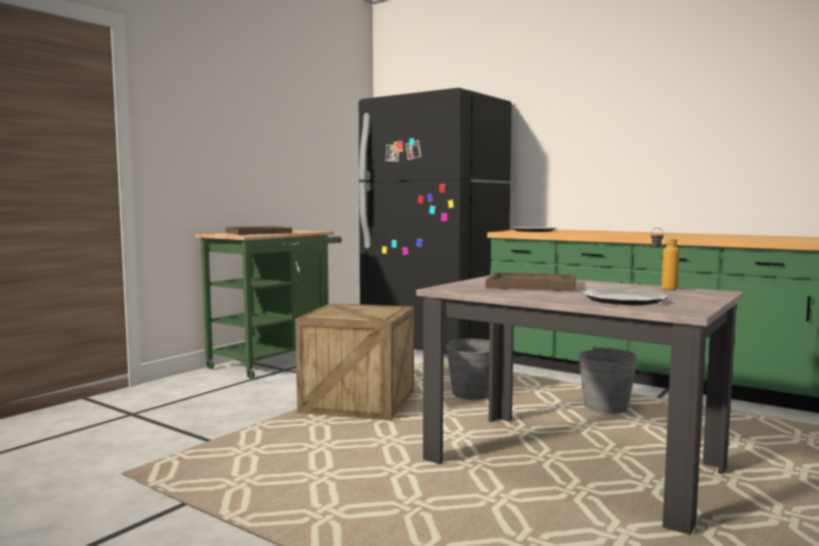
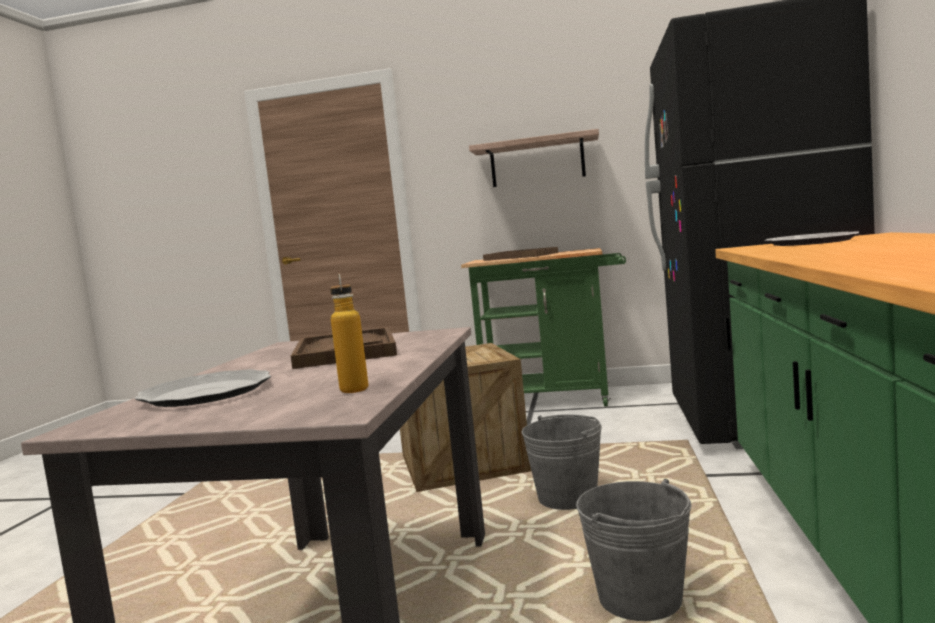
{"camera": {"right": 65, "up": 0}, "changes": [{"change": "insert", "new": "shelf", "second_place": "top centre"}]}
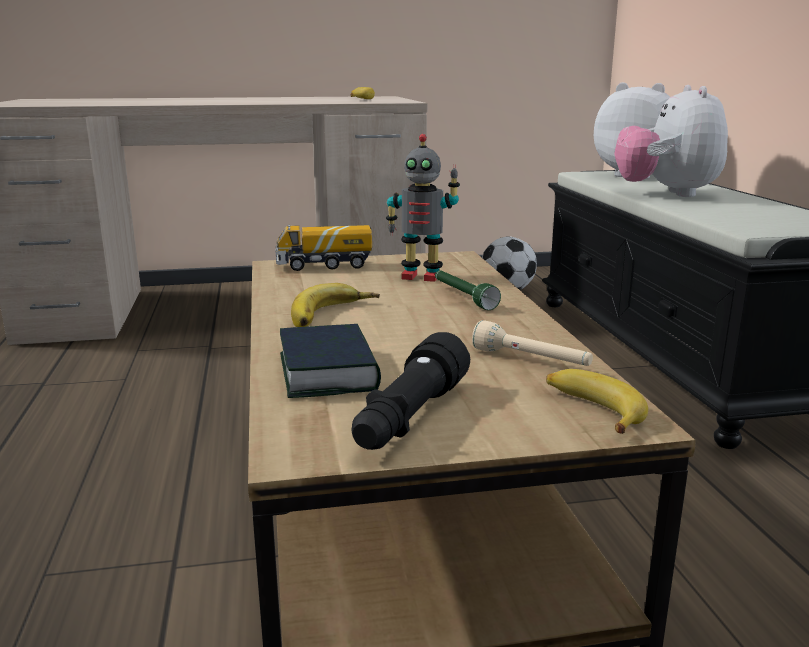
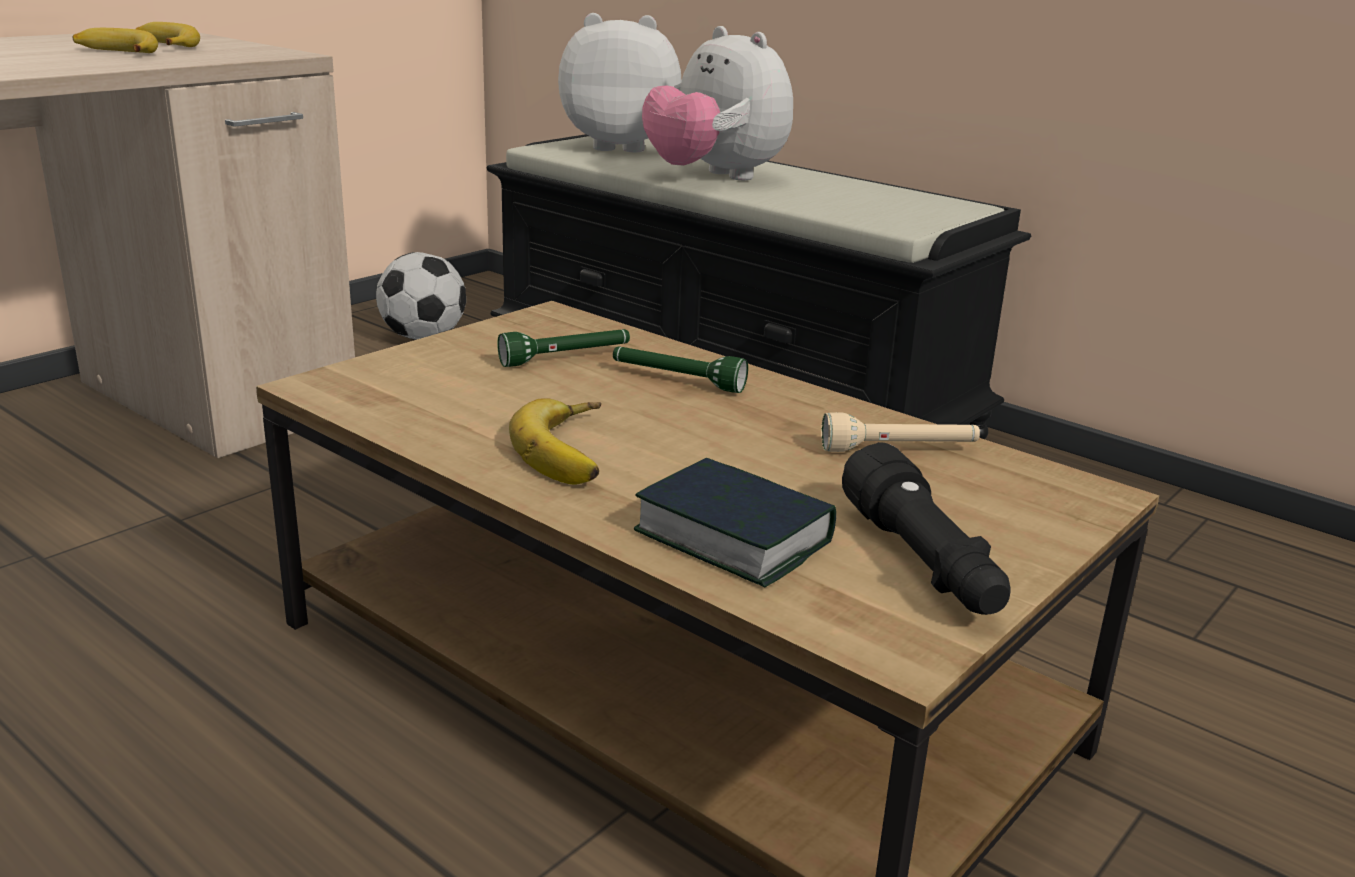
{"camera": {"right": -40, "up": 5}, "changes": [{"change": "move", "old": "banana fruit (3rd from left in the first image)", "new": "banana fruit (1st from left)", "first_place": "middle right", "second_place": "top left"}, {"change": "replace", "old": "robot figure", "new": "green-coloured flashlight (1st from left)", "first_place": "top centre", "second_place": "centre"}, {"change": "delete", "old": "toy truck", "first_place": "centre"}]}
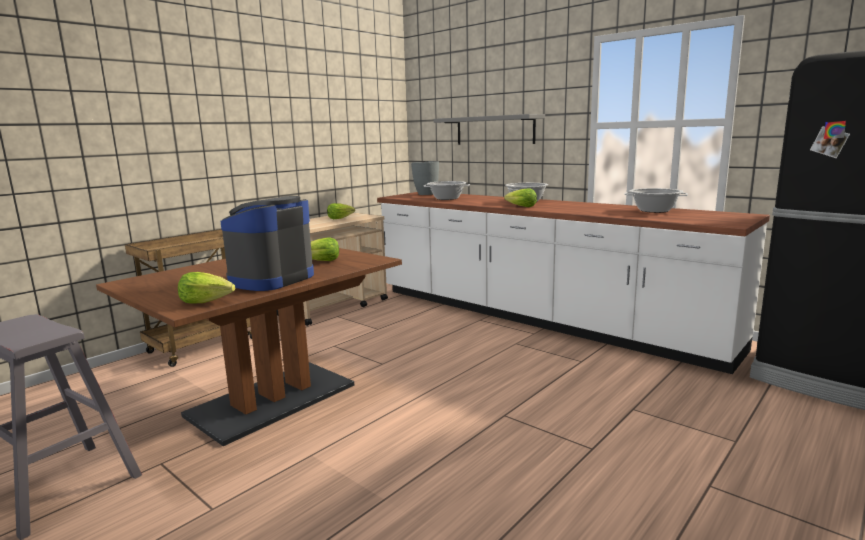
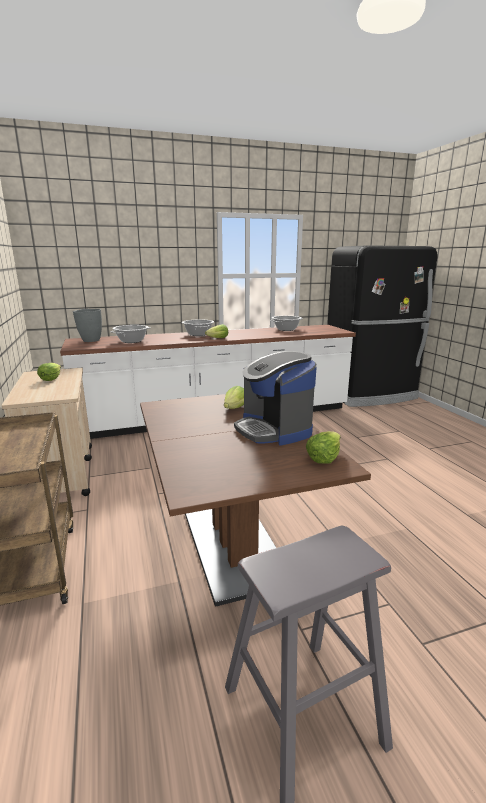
{"camera": {"right": -60, "up": 5}, "changes": [{"change": "delete", "old": "greyish shelf", "first_place": "top centre"}]}
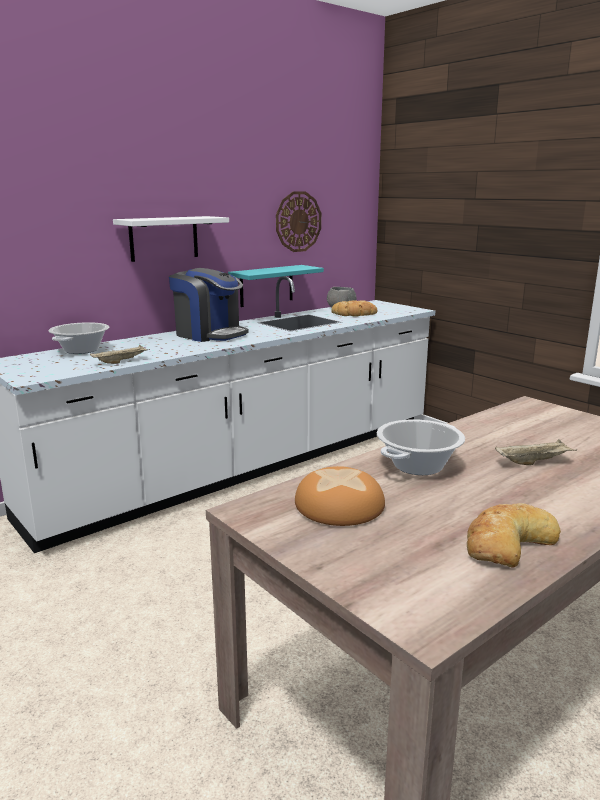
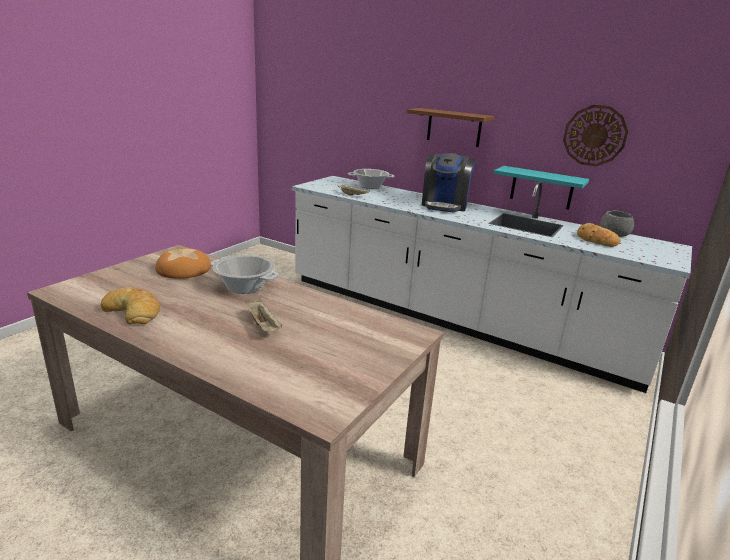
{"camera": {"right": 70, "up": 5}, "changes": [{"change": "recolor", "old": "white-coloured shelf", "new": "brown shelf", "first_place": "top left", "second_place": "top centre"}]}
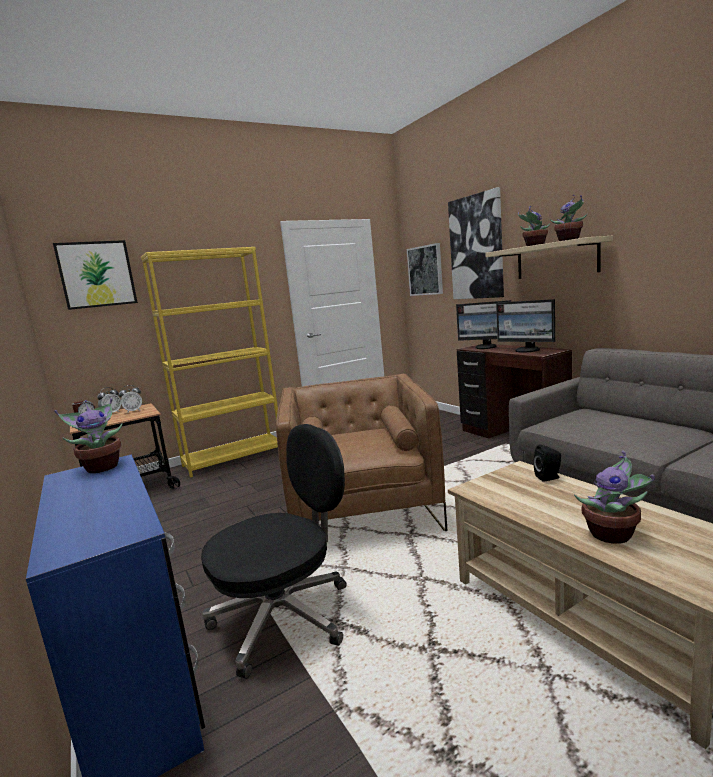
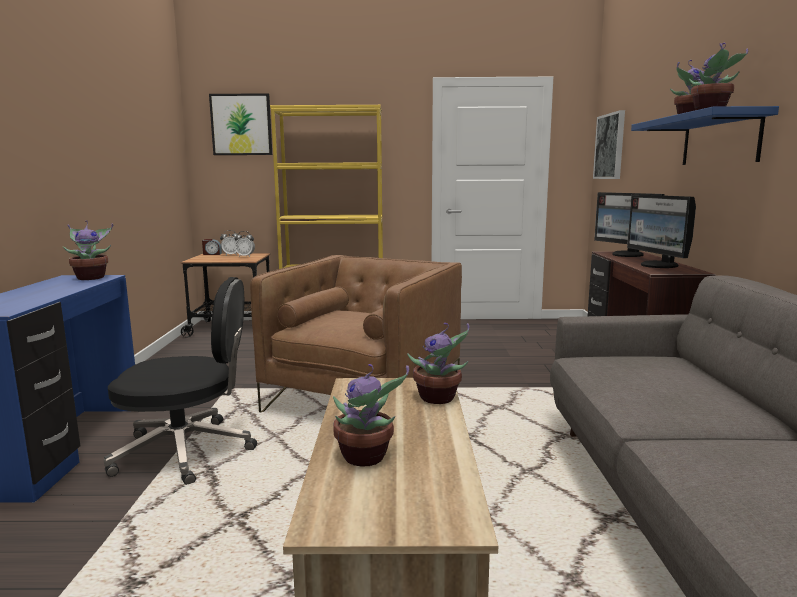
{"camera": {"right": 30, "up": 0}, "changes": [{"change": "replace", "old": "blackish speaker", "new": "houseplant (3rd from left)", "first_place": "middle right", "second_place": "centre"}, {"change": "recolor", "old": "beige shelf", "new": "blue-coloured shelf", "first_place": "top right", "second_place": "top right"}, {"change": "delete", "old": "wall art (3rd from left)", "first_place": "top right"}]}
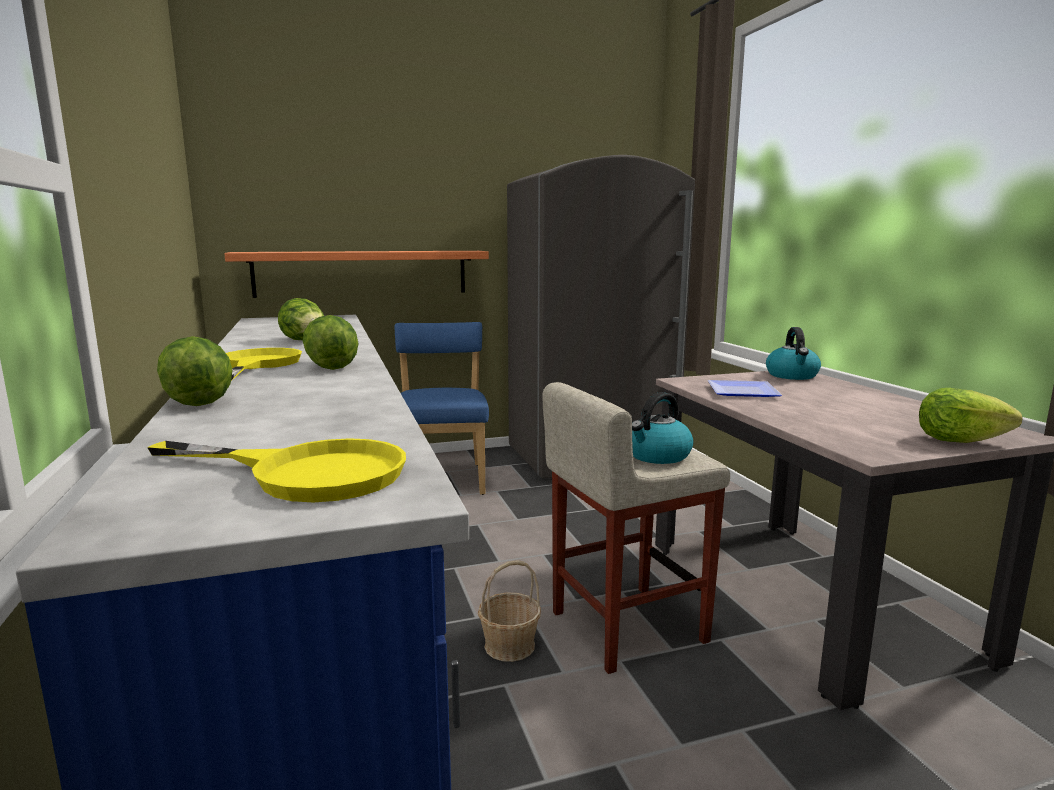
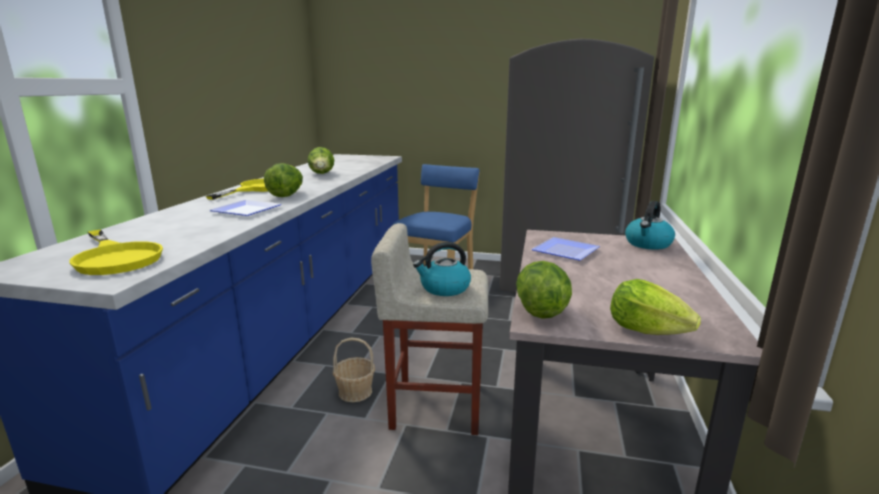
{"camera": {"right": 30, "up": 5}, "changes": [{"change": "insert", "new": "plate (1st from left)", "second_place": "middle left"}, {"change": "move", "old": "head of lettuce (1st from left in the first image)", "new": "head of lettuce (3rd from left)", "first_place": "middle left", "second_place": "centre"}, {"change": "delete", "old": "shelf", "first_place": "centre"}]}
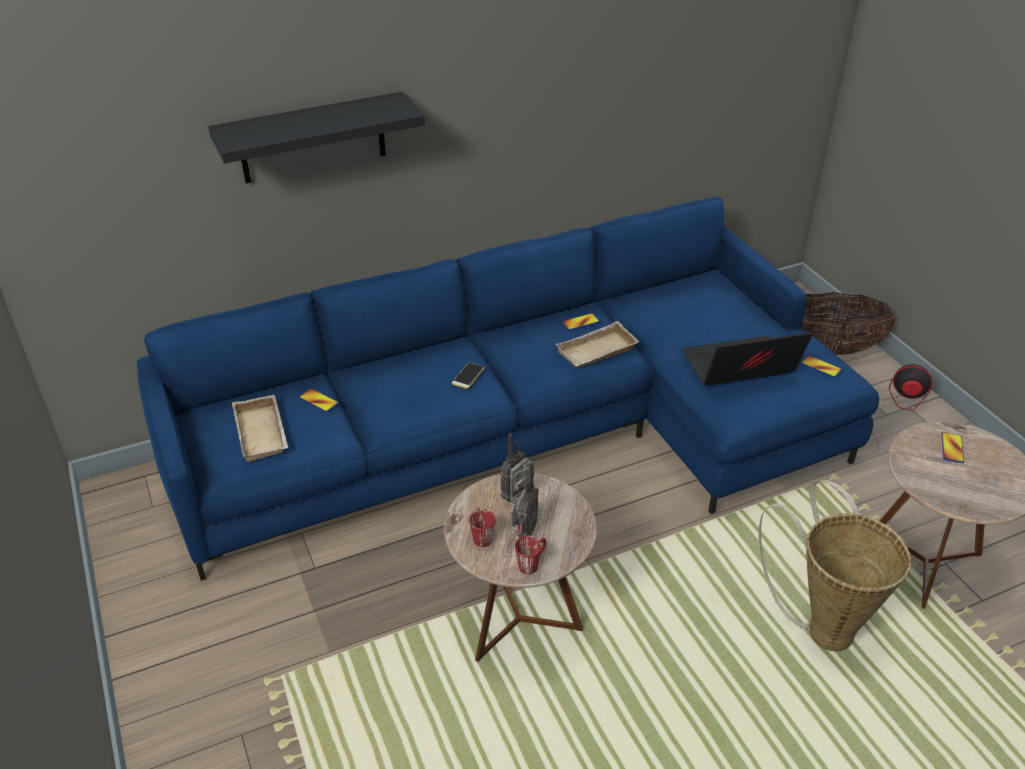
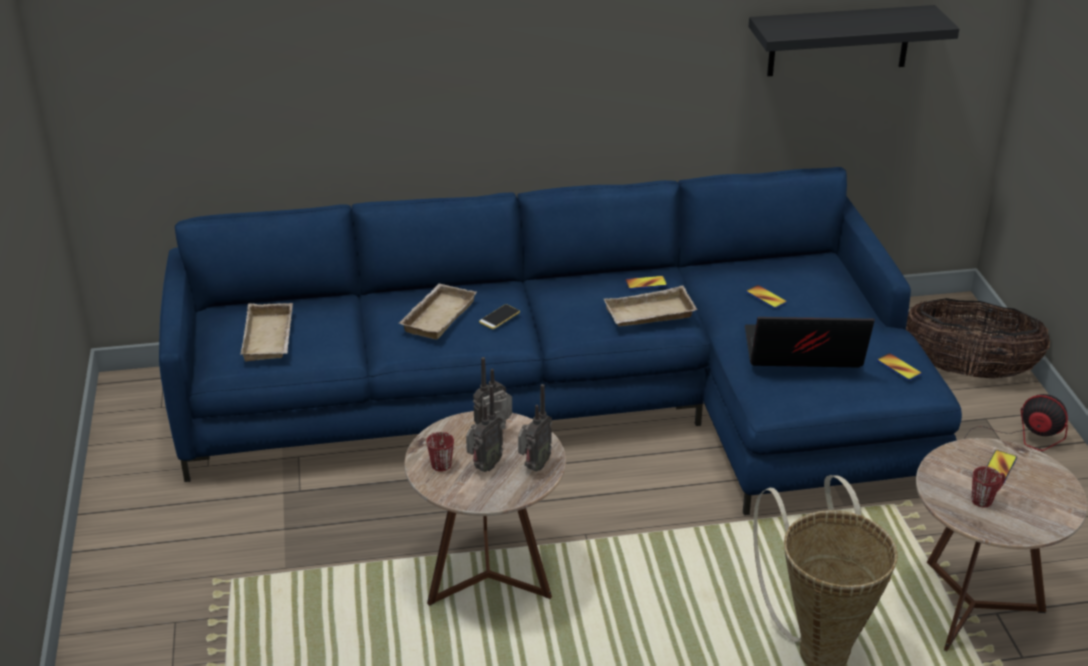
{"camera": {"right": 15, "up": -5}, "changes": [{"change": "insert", "new": "beige serving tray (2nd from left)", "second_place": "centre"}, {"change": "insert", "new": "radio receiver (3rd from left)", "second_place": "centre"}, {"change": "move", "old": "phone (1st from left in the first image)", "new": "phone (3rd from left)", "first_place": "middle left", "second_place": "middle right"}, {"change": "move", "old": "blackish shelf", "first_place": "top left", "second_place": "top right"}, {"change": "move", "old": "red mug (2nd from left)", "first_place": "bottom centre", "second_place": "bottom right"}]}
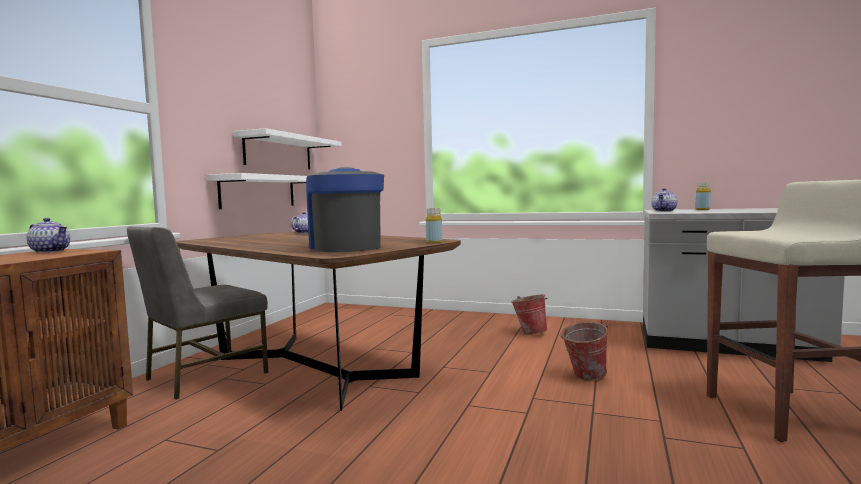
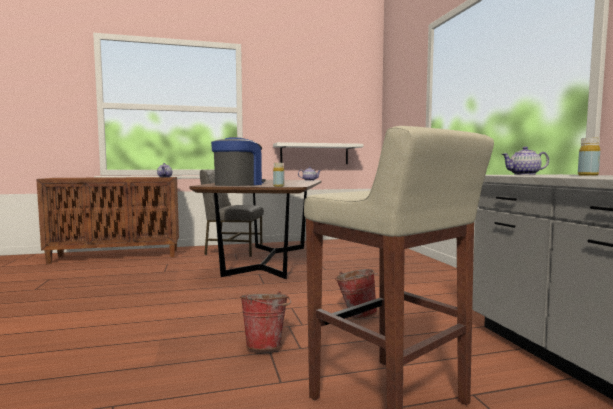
{"camera": {"right": 55, "up": 0}, "changes": [{"change": "move", "old": "pail (1st from left)", "first_place": "centre", "second_place": "bottom centre"}, {"change": "delete", "old": "white-coloured shelf (2nd from left)", "first_place": "top centre"}]}
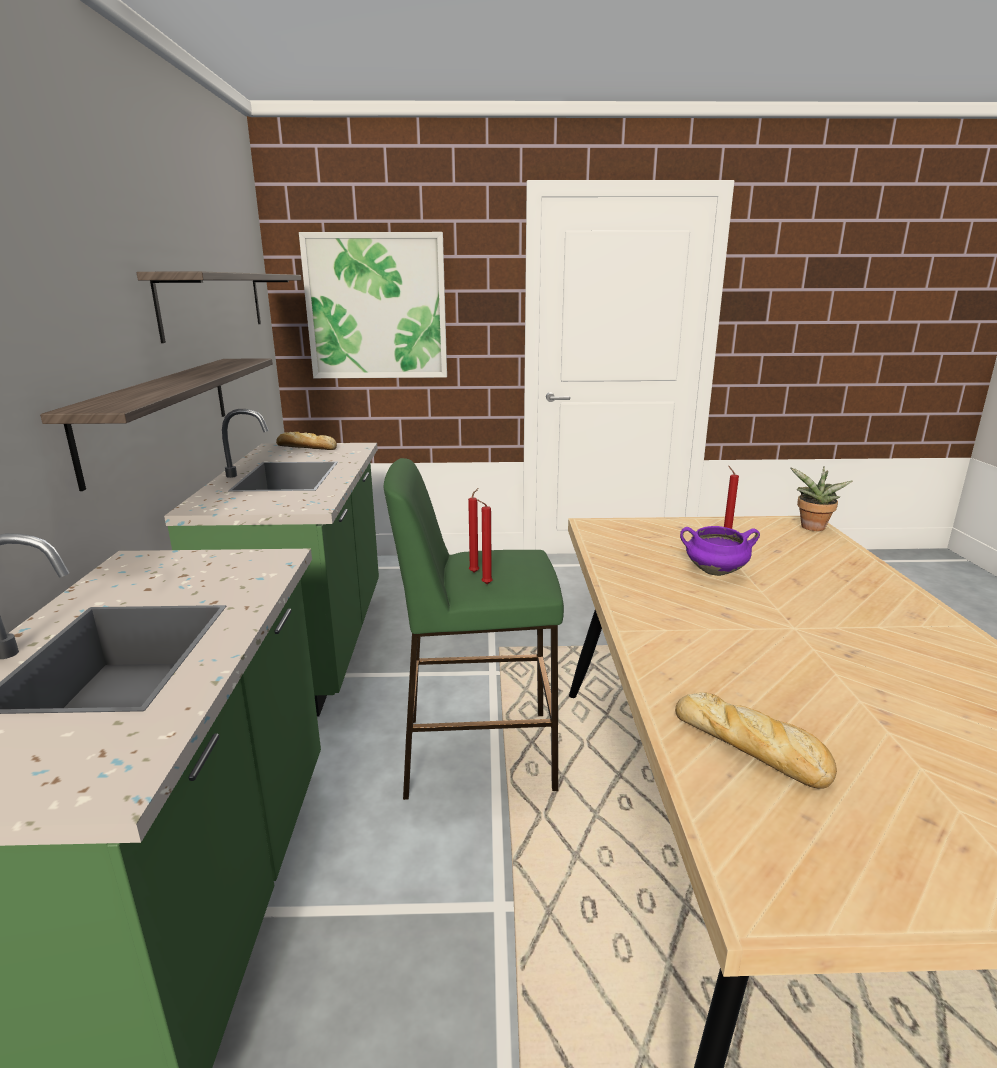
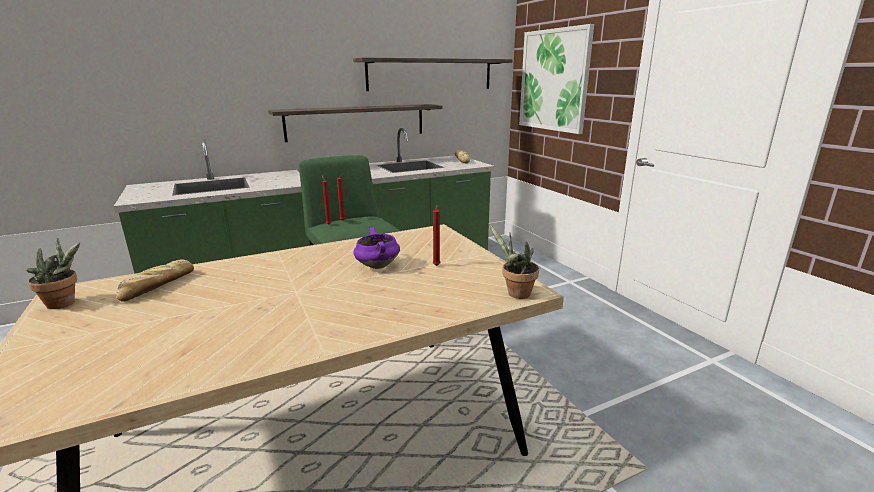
{"camera": {"right": 65, "up": 0}, "changes": [{"change": "insert", "new": "houseplant (1st from left)", "second_place": "middle left"}]}
